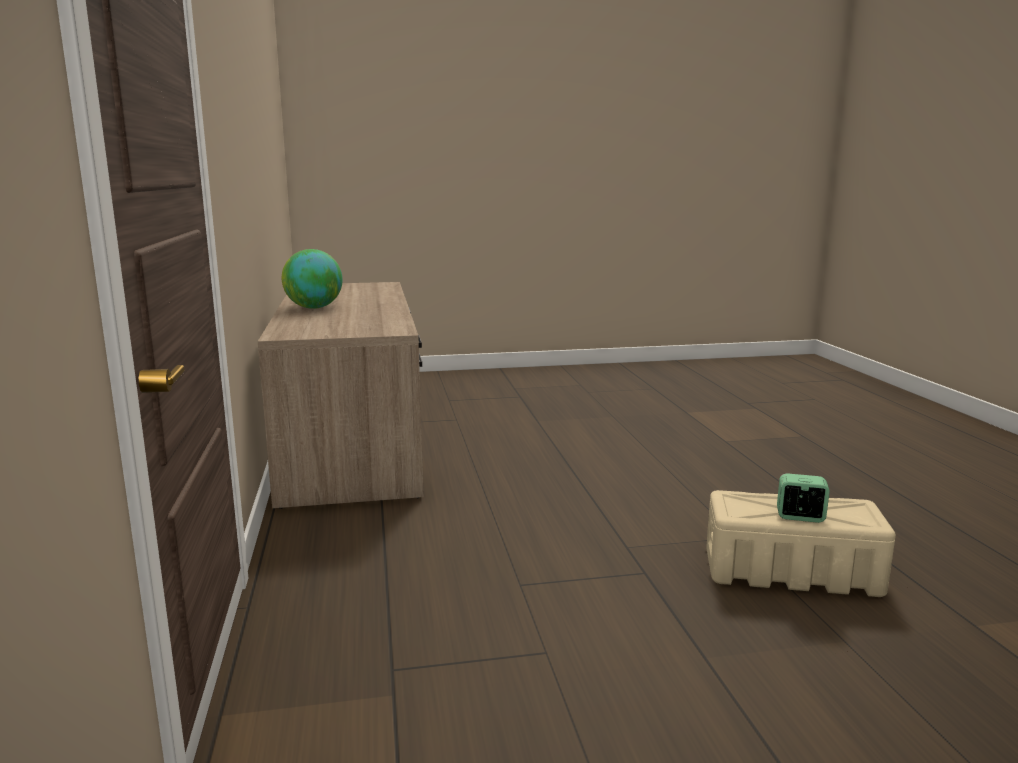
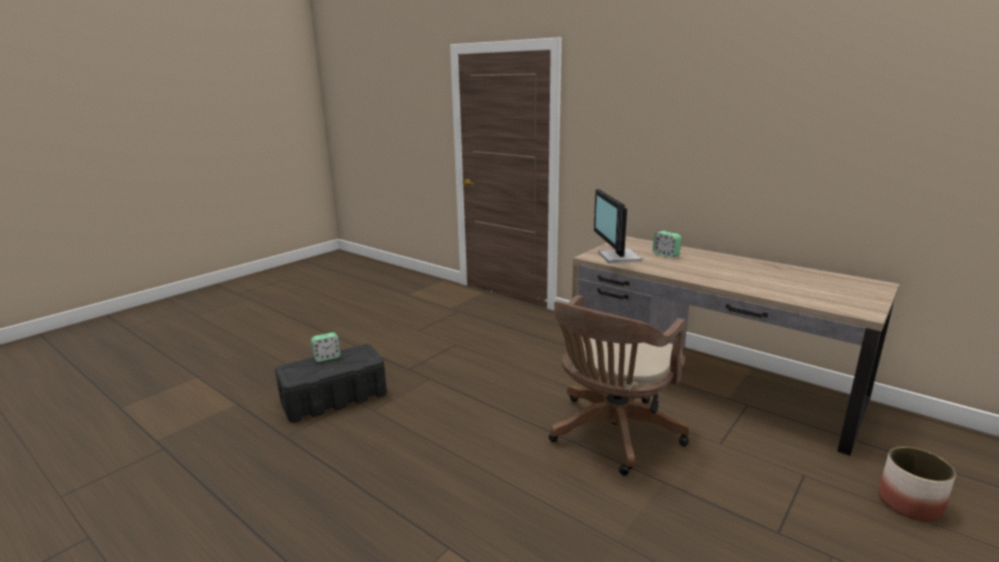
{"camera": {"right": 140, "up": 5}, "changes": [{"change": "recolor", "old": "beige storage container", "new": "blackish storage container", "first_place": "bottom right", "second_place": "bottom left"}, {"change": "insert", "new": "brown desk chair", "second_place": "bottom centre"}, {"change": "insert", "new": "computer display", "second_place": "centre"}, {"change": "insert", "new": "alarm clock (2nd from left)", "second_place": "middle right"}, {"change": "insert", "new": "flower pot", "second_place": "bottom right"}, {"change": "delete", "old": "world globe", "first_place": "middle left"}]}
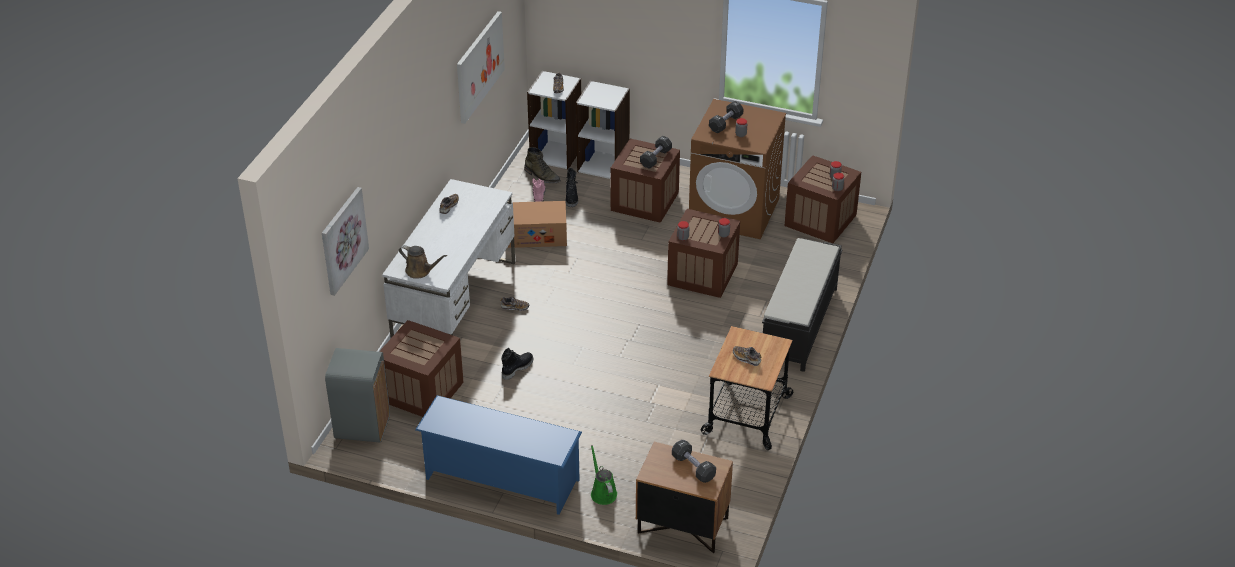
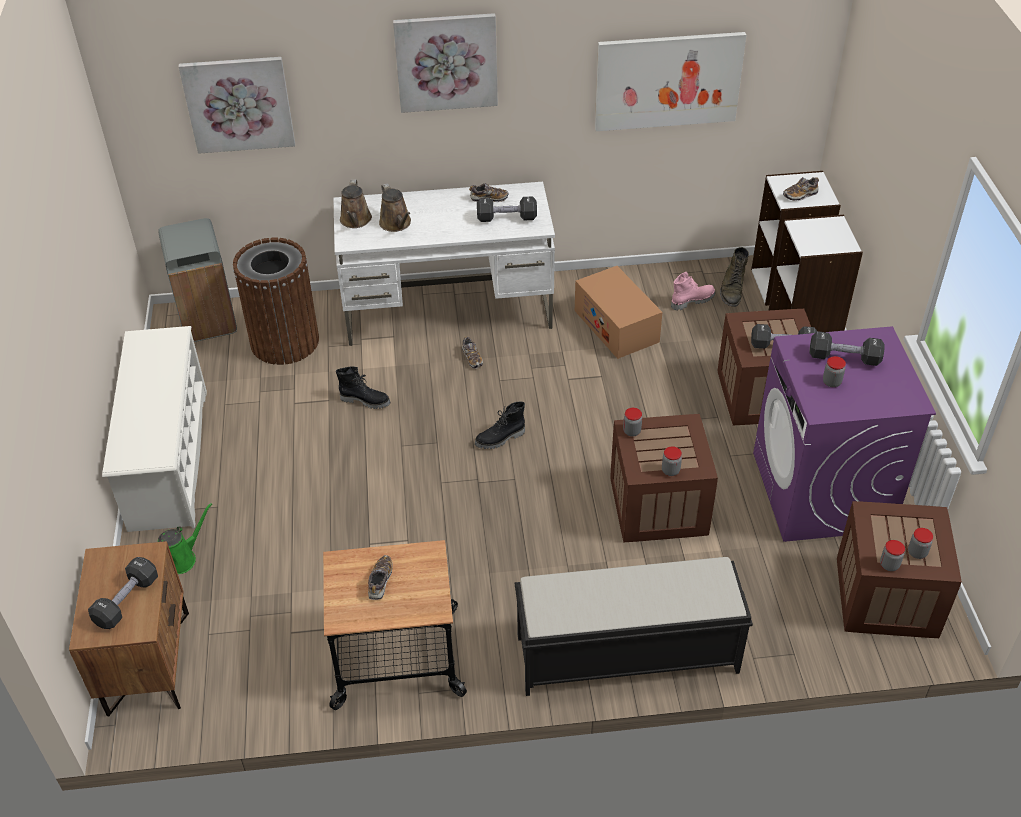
{"camera": {"right": 65, "up": 5}, "changes": [{"change": "recolor", "old": "blue-coloured shoe shelf", "new": "white-coloured shoe shelf", "first_place": "bottom centre", "second_place": "middle left"}, {"change": "replace", "old": "crate (1st from left)", "new": "brown trash can", "first_place": "centre", "second_place": "middle left"}, {"change": "insert", "new": "brown sprinkling can (2nd from left)", "second_place": "top centre"}, {"change": "insert", "new": "wall art (2nd from left)", "second_place": "top centre"}, {"change": "move", "old": "blackish high-top boot (2nd from left)", "first_place": "top centre", "second_place": "centre"}, {"change": "insert", "new": "blackish dumbbell (2nd from left)", "second_place": "top centre"}, {"change": "recolor", "old": "brown laundry machine", "new": "purple laundry machine", "first_place": "top centre", "second_place": "middle right"}]}
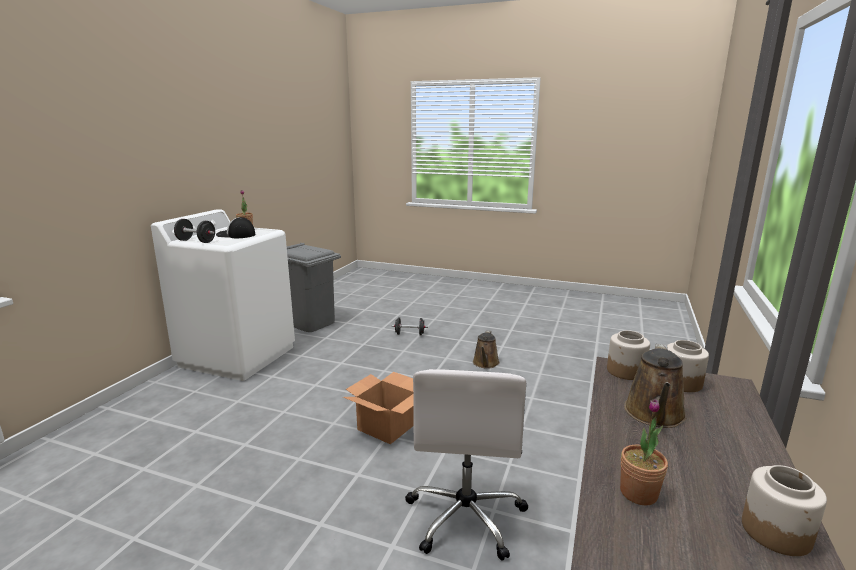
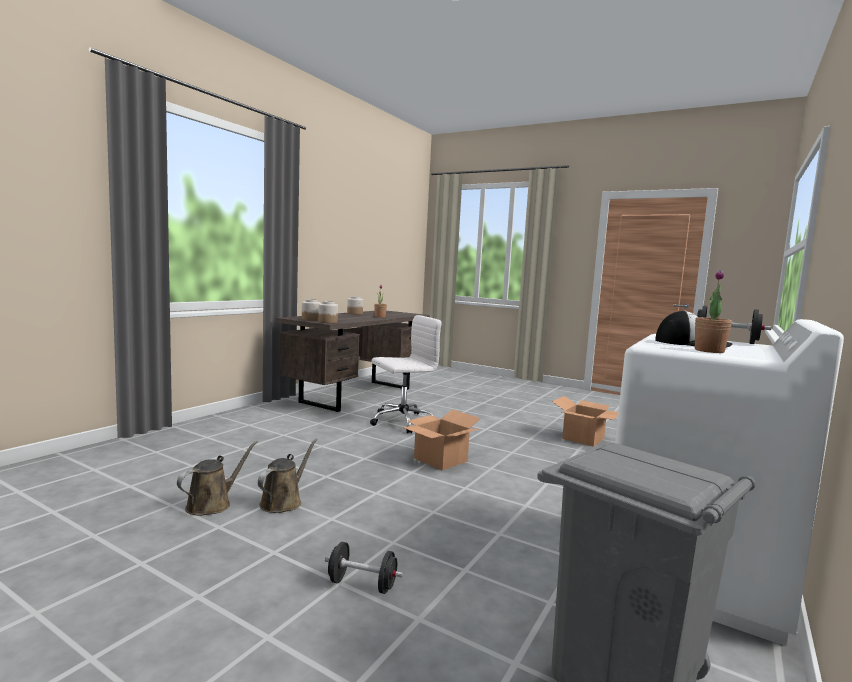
{"camera": {"right": -170, "up": -10}, "changes": [{"change": "move", "old": "brown sprinkling can (2nd from left in the first image)", "new": "brown sprinkling can (1st from left)", "first_place": "bottom right", "second_place": "bottom left"}, {"change": "rotate", "old": "white-coloured desk chair", "first_place": "bottom centre", "second_place": "centre", "degrees": 45}, {"change": "insert", "new": "carton (2nd from left)", "second_place": "middle right"}]}
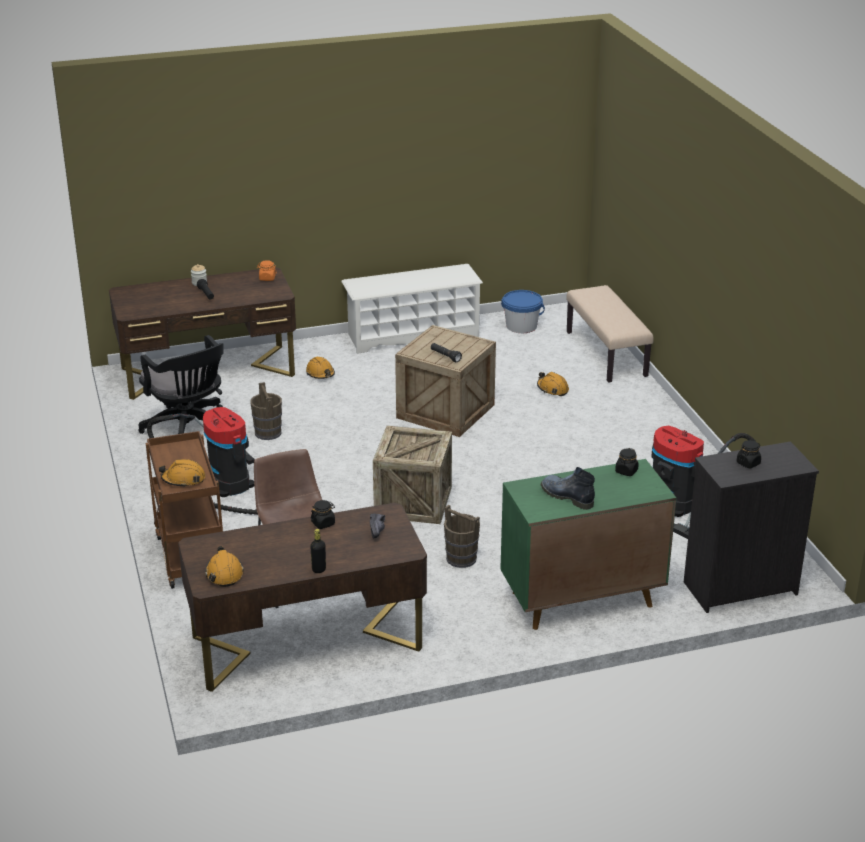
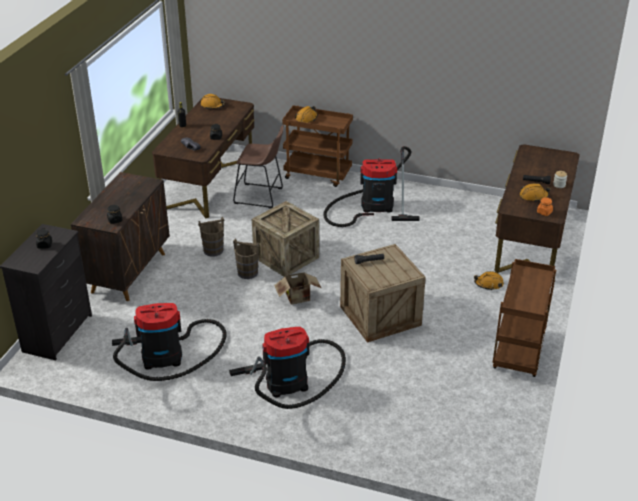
{"camera": {"right": 125, "up": 5}, "changes": [{"change": "recolor", "old": "green-coloured cupboard", "new": "brown cupboard", "first_place": "middle right", "second_place": "middle left"}, {"change": "insert", "new": "vacuum (2nd from left)", "second_place": "bottom centre"}, {"change": "move", "old": "brown pail (1st from left in the first image)", "new": "brown pail (2nd from left)", "first_place": "middle left", "second_place": "centre"}, {"change": "insert", "new": "carton", "second_place": "centre"}, {"change": "replace", "old": "white-coloured shoe shelf", "new": "brown wheeled cart (2nd from left)", "first_place": "centre", "second_place": "middle right"}, {"change": "move", "old": "orange hard hat (4th from left)", "first_place": "centre", "second_place": "middle right"}, {"change": "delete", "old": "blackish desk chair", "first_place": "middle left"}, {"change": "delete", "old": "blue-coloured pail", "first_place": "centre"}, {"change": "delete", "old": "high-top boot", "first_place": "centre"}, {"change": "delete", "old": "beige indoor bench", "first_place": "middle right"}]}
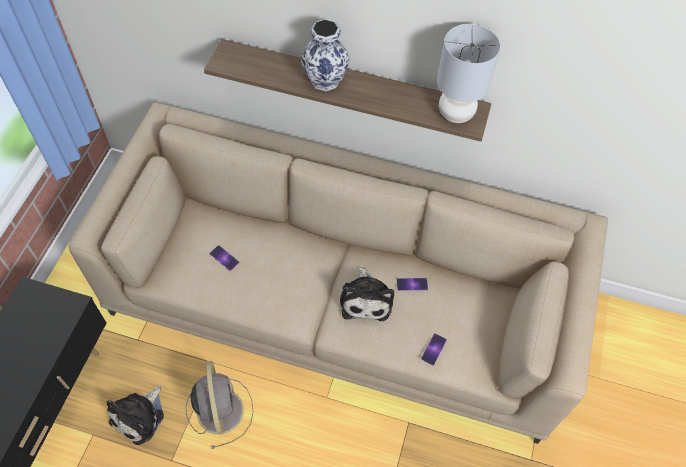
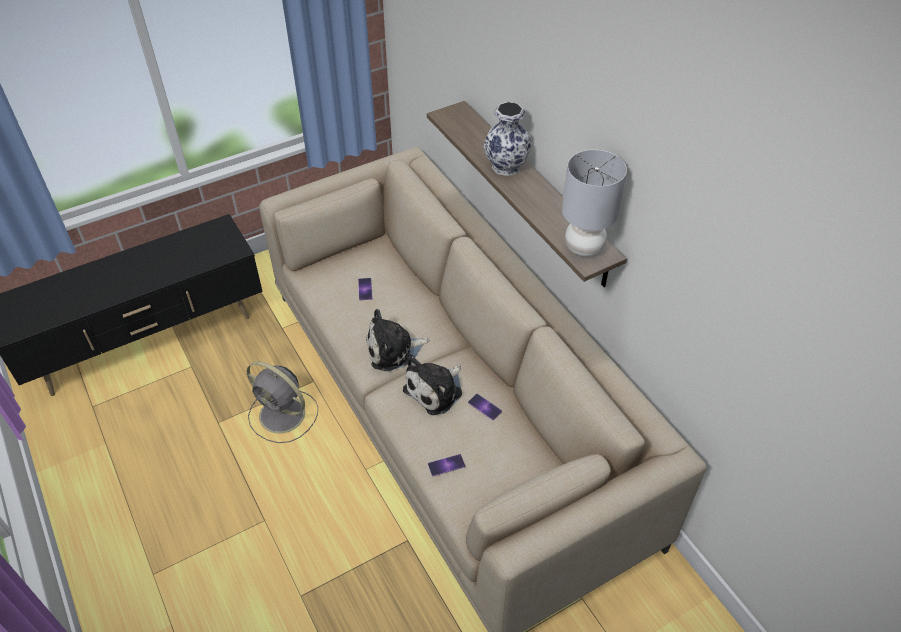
{"camera": {"right": 45, "up": -10}, "changes": [{"change": "rotate", "old": "greyish electric fan", "first_place": "bottom left", "second_place": "middle left", "degrees": 90}, {"change": "move", "old": "plush toy (1st from left)", "first_place": "bottom left", "second_place": "centre"}]}
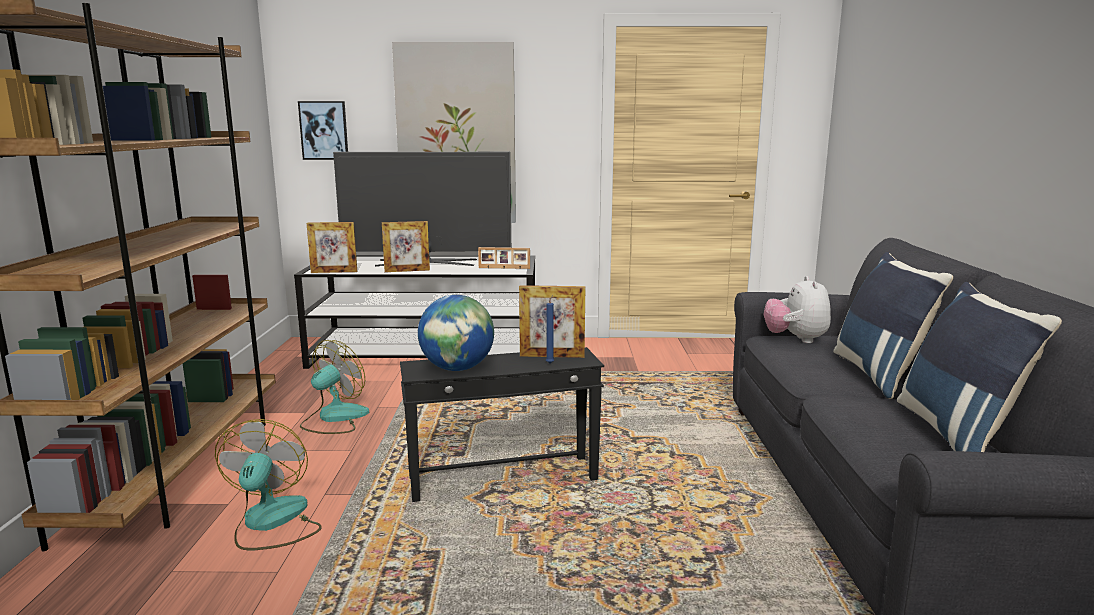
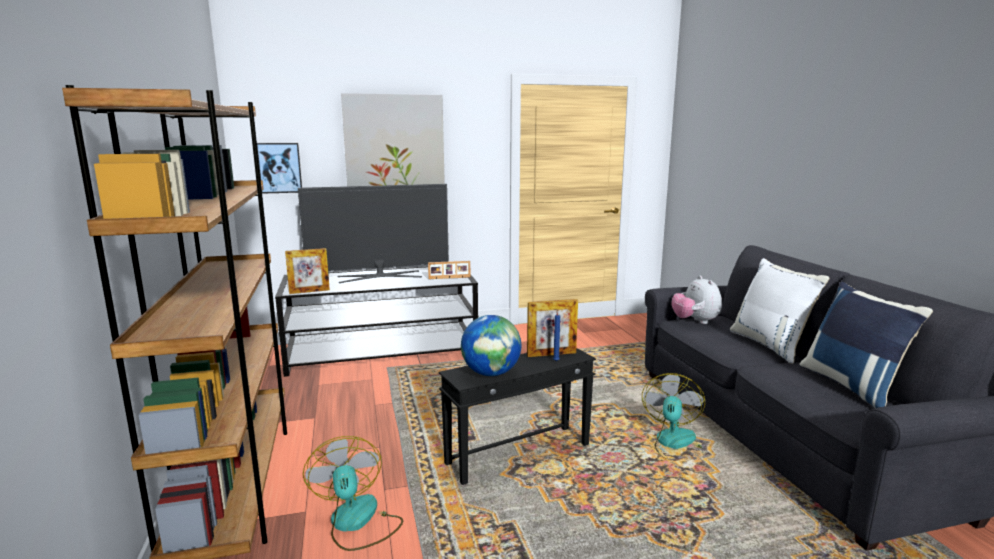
{"camera": {"right": -15, "up": 0}, "changes": [{"change": "move", "old": "electric fan (2nd from left)", "first_place": "middle left", "second_place": "bottom right"}, {"change": "recolor", "old": "blue-coloured throw pillow (1st from left)", "new": "white-coloured throw pillow", "first_place": "middle right", "second_place": "middle right"}, {"change": "delete", "old": "picture frame (2nd from left)", "first_place": "centre"}]}
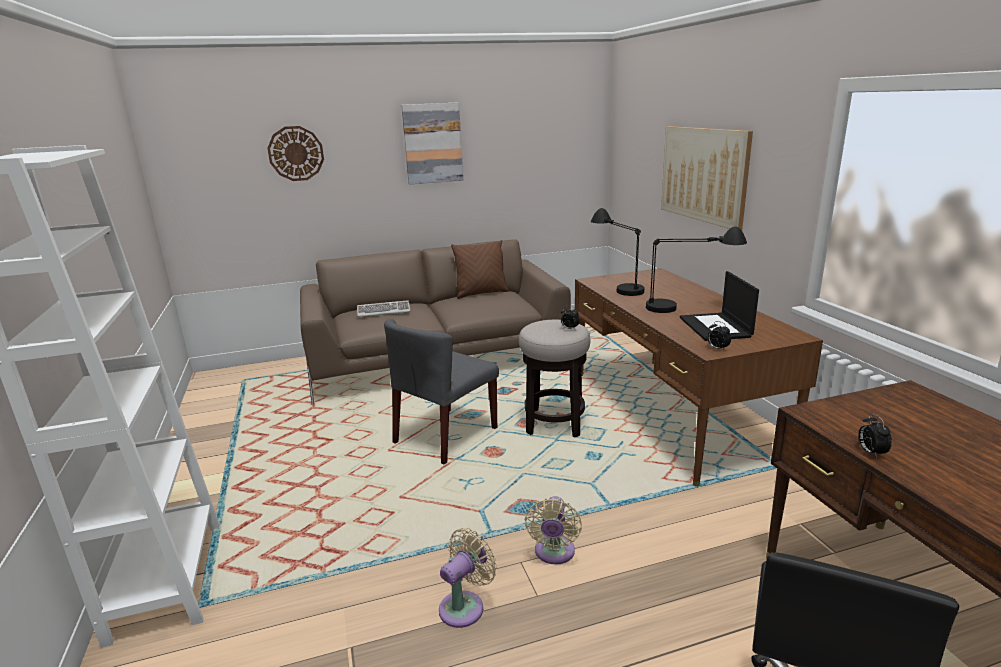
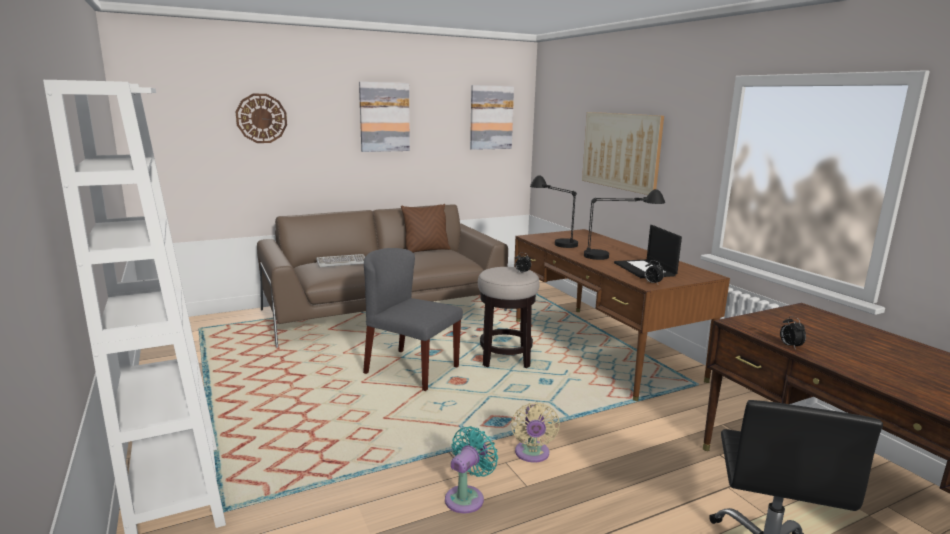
{"camera": {"right": -10, "up": -5}, "changes": [{"change": "rotate", "old": "greyish plain chair", "first_place": "centre", "second_place": "centre", "degrees": 90}, {"change": "recolor", "old": "beige electric fan (1st from left)", "new": "turquoise-coloured electric fan", "first_place": "bottom centre", "second_place": "bottom centre"}, {"change": "insert", "new": "wall art (2nd from left)", "second_place": "top centre"}]}
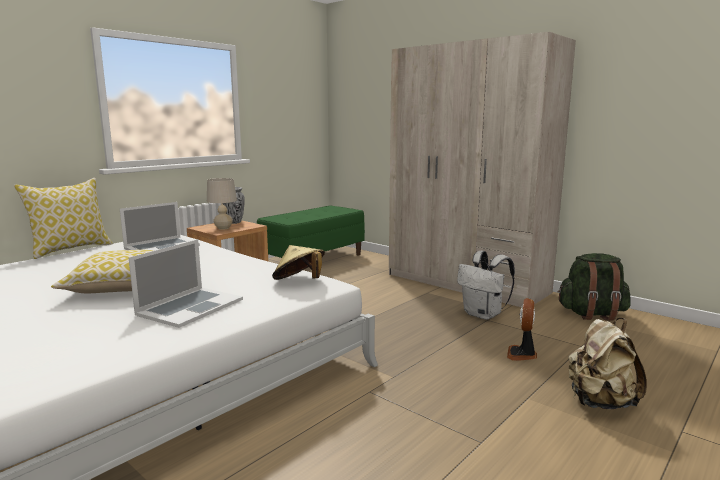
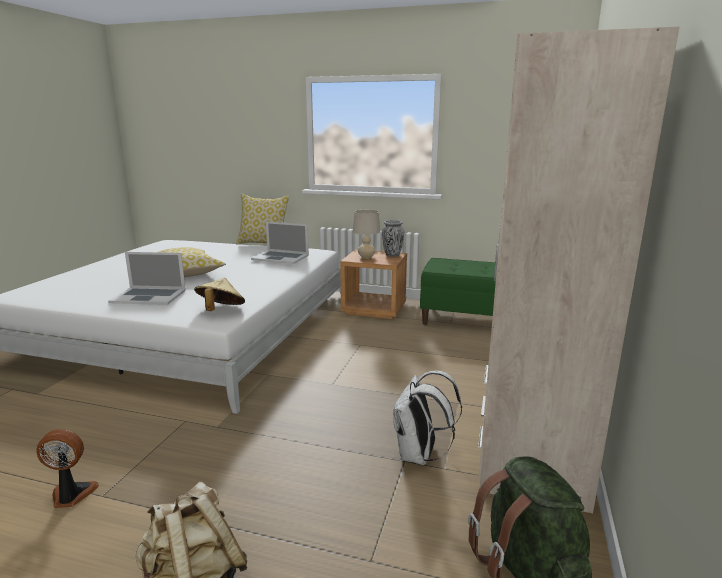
{"camera": {"right": 65, "up": 5}, "changes": [{"change": "move", "old": "electric fan", "first_place": "bottom right", "second_place": "bottom left"}]}
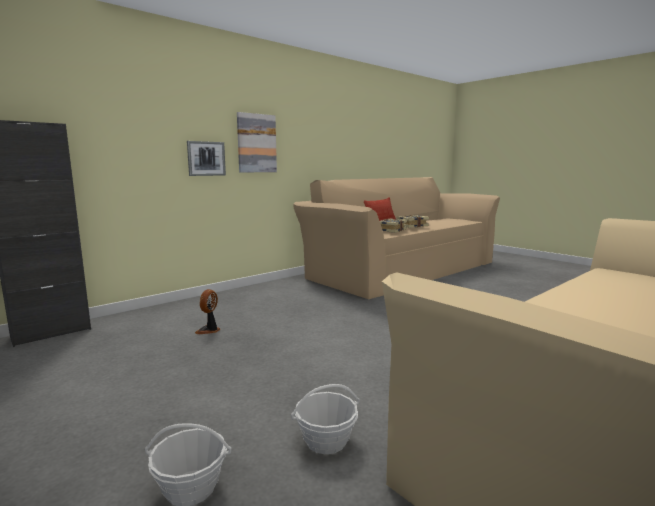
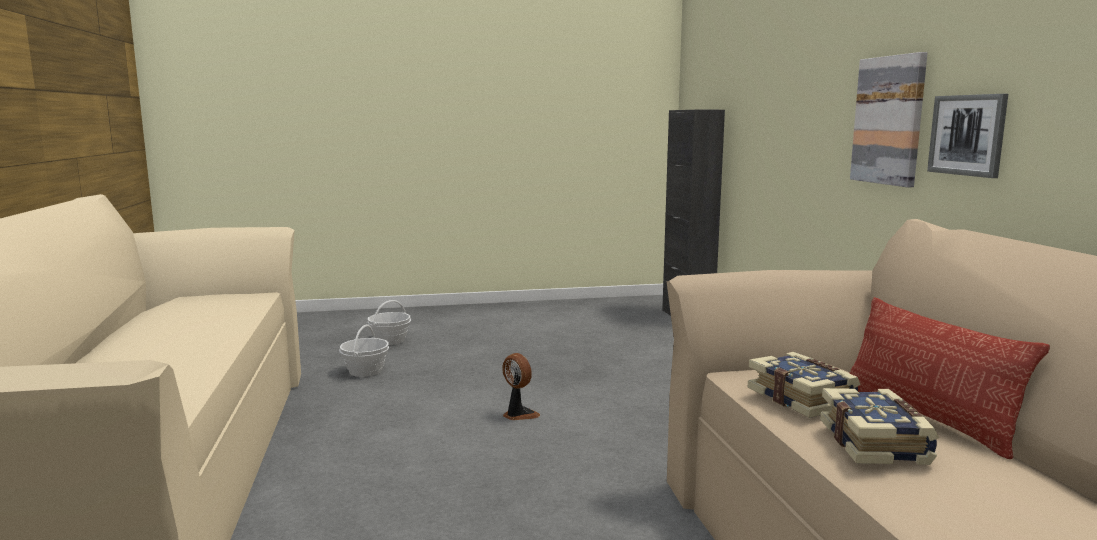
{"camera": {"right": 120, "up": 0}, "changes": [{"change": "move", "old": "electric fan", "first_place": "middle left", "second_place": "bottom centre"}, {"change": "move", "old": "wall art (1st from left in the first image)", "new": "wall art (2nd from left)", "first_place": "top left", "second_place": "top right"}]}
